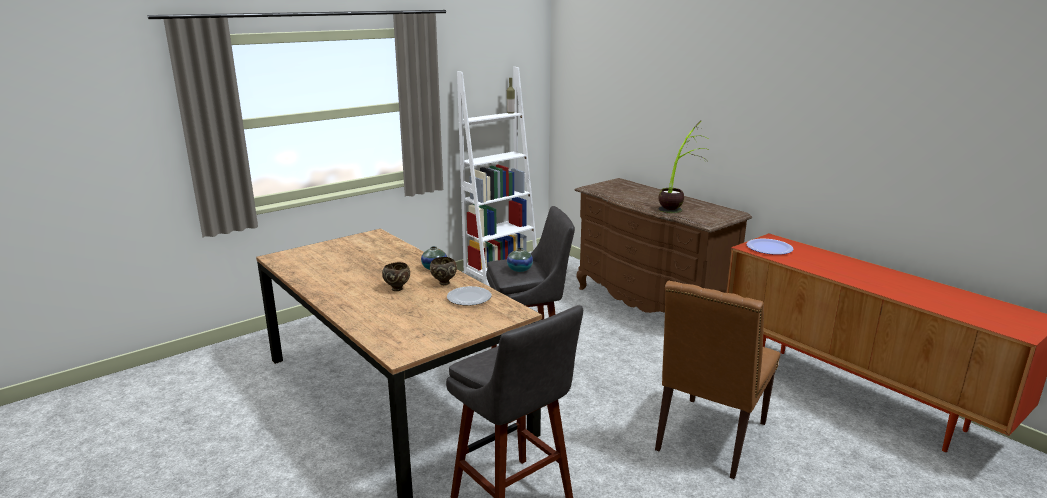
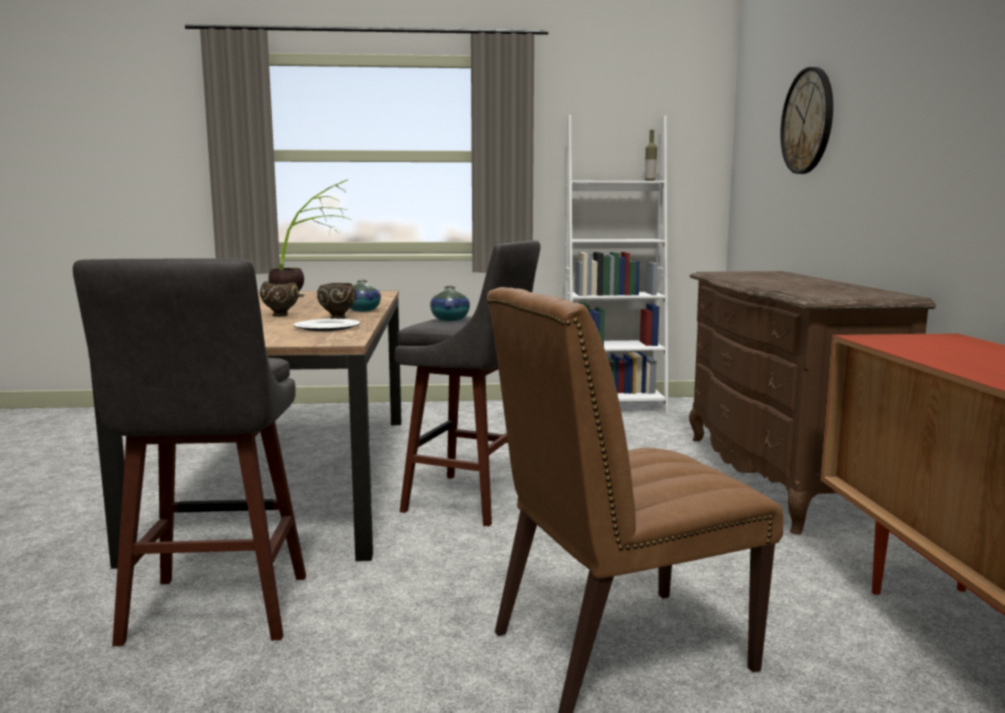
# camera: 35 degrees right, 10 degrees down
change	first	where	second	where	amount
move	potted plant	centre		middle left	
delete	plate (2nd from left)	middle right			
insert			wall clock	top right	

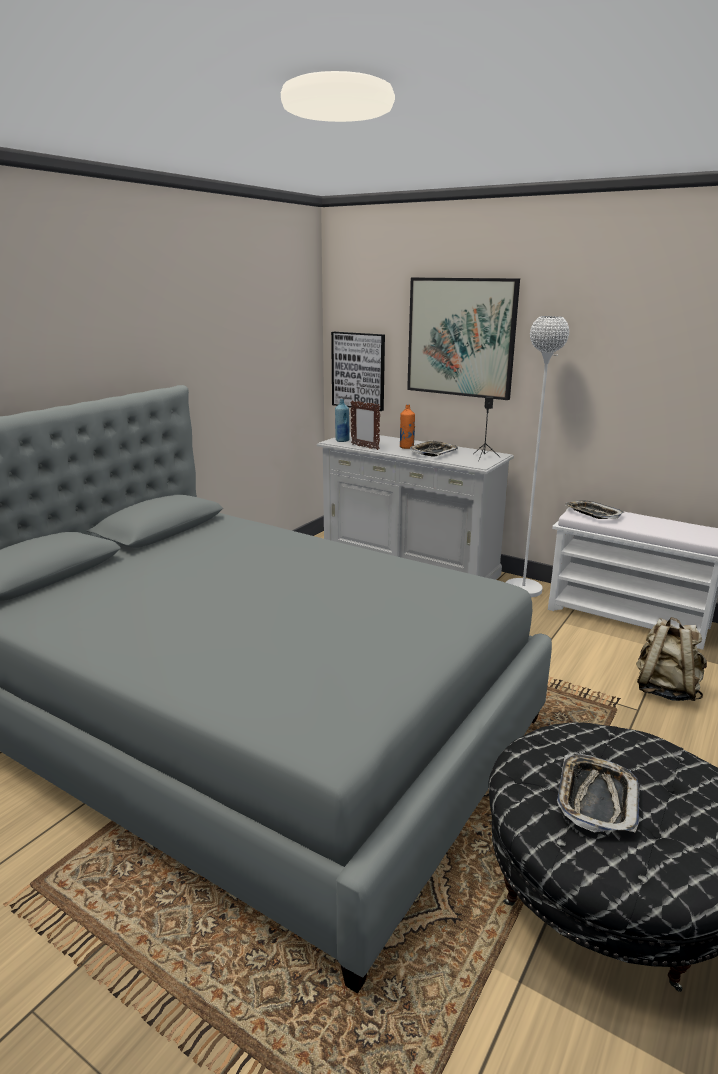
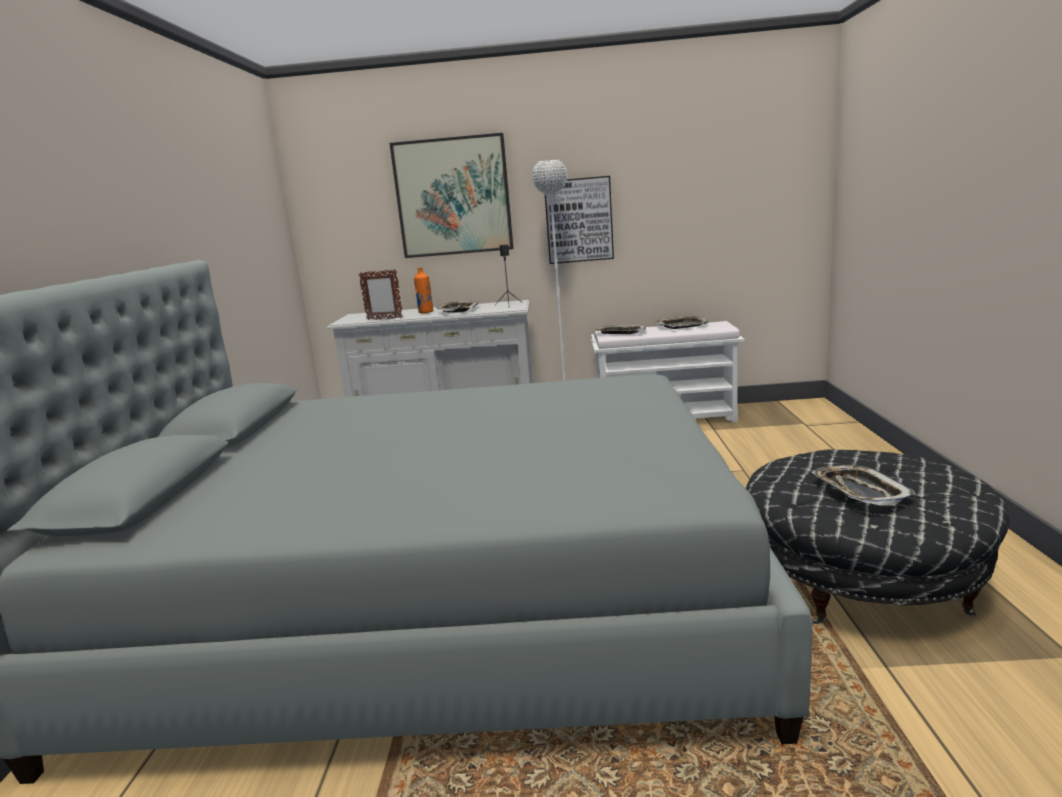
# camera: 30 degrees left, 5 degrees down
change	first	where	second	where	amount
move	picture (1st from left in the first image)	centre	picture (2nd from left)	top centre	
delete	bottle (blue)	centre			
delete	backpack (beige)	middle right			
insert			tray (3rd from left)	centre	

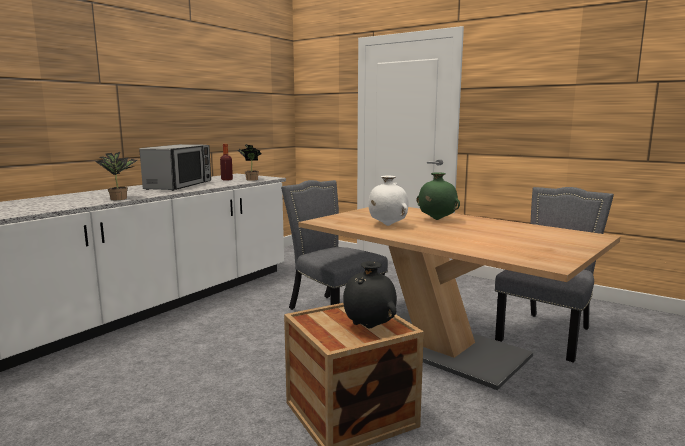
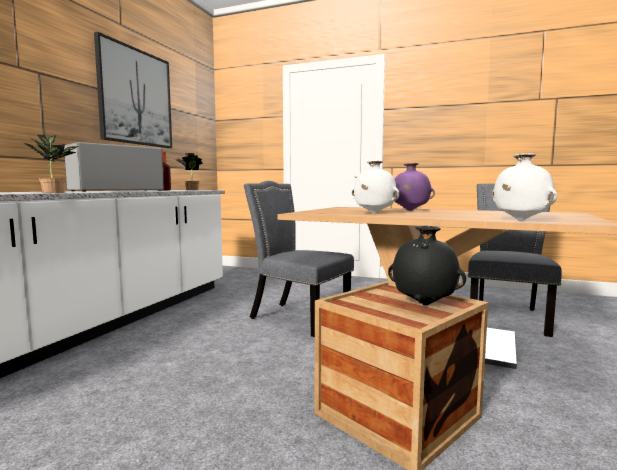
# camera: 15 degrees left, 5 degrees down
change	first	where	second	where	amount
rotate	microwave	middle left		middle left	135 degrees counterclockwise
recolor	vase (green)	centre	vase (purple)	middle right	
insert			picture	top left	
insert			vase (white) (2nd from left)	middle right	

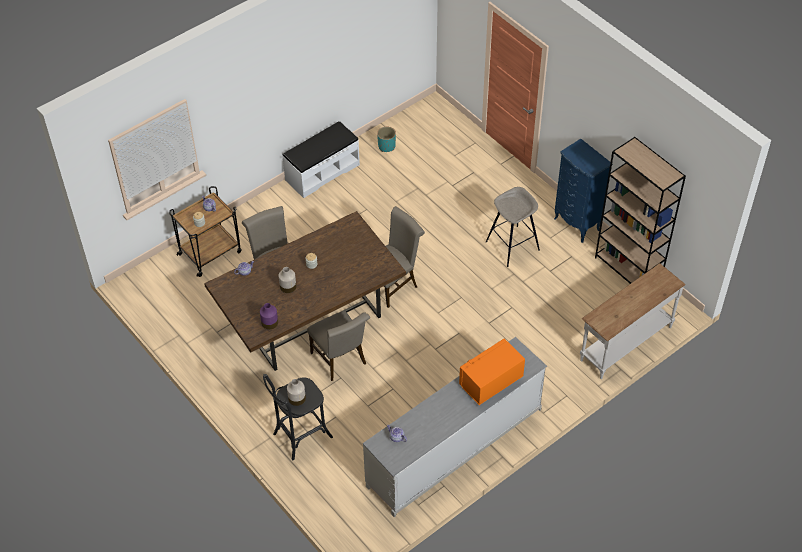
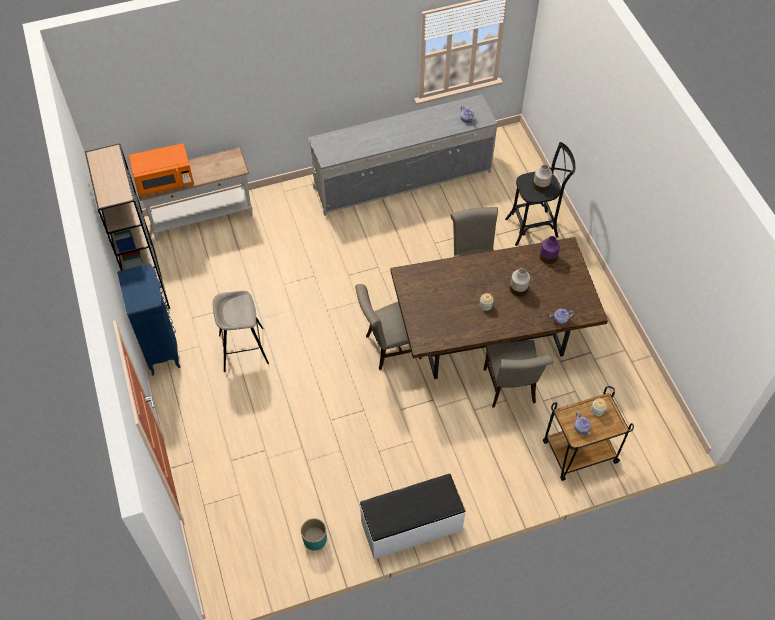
# camera: 160 degrees left, 5 degrees up
change	first	where	second	where	amount
move	microwave (orange)	bottom centre		top left	

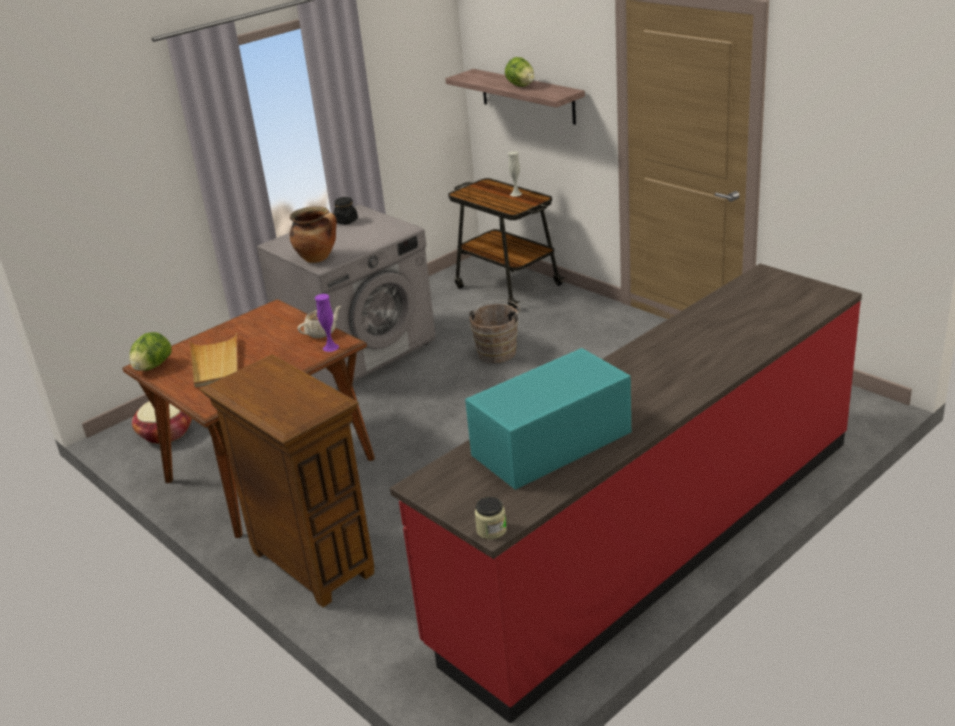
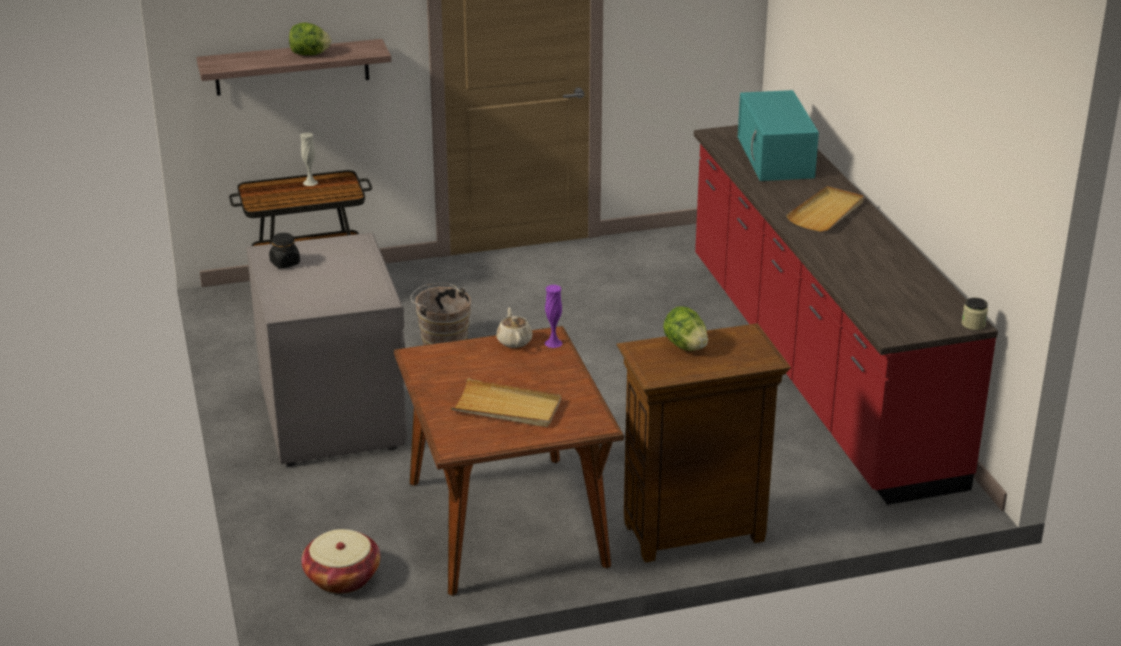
# camera: 65 degrees left, 0 degrees up
change	first	where	second	where	amount
delete	cooking pot	top left			
move	lettuce (1st from left in the first image)	middle left	lettuce (2nd from left)	centre	
move	microwave (turquoise)	centre		top right	
insert			tray (beige) (2nd from left)	top right	

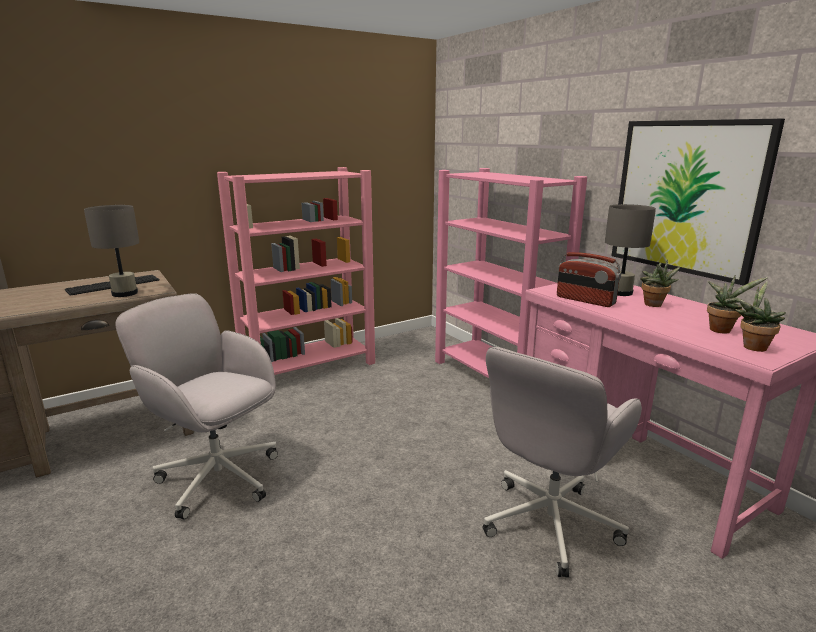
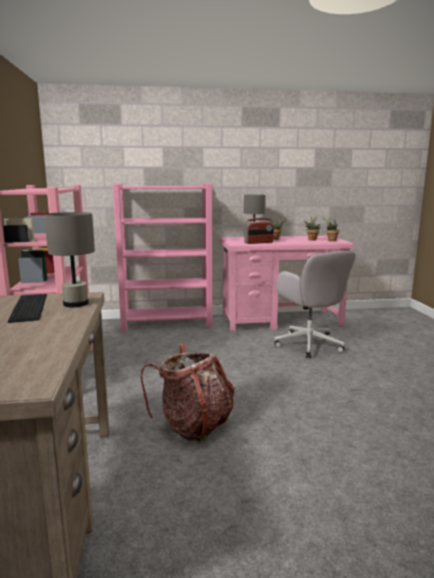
# camera: 65 degrees left, 5 degrees down
change	first	where	second	where	amount
delete	picture	top right			
replace	office chair (grey) (1st from left)	middle left	backpack	bottom centre	

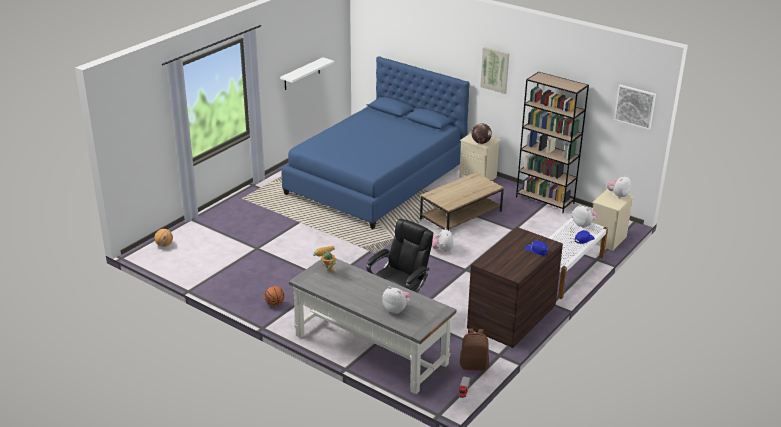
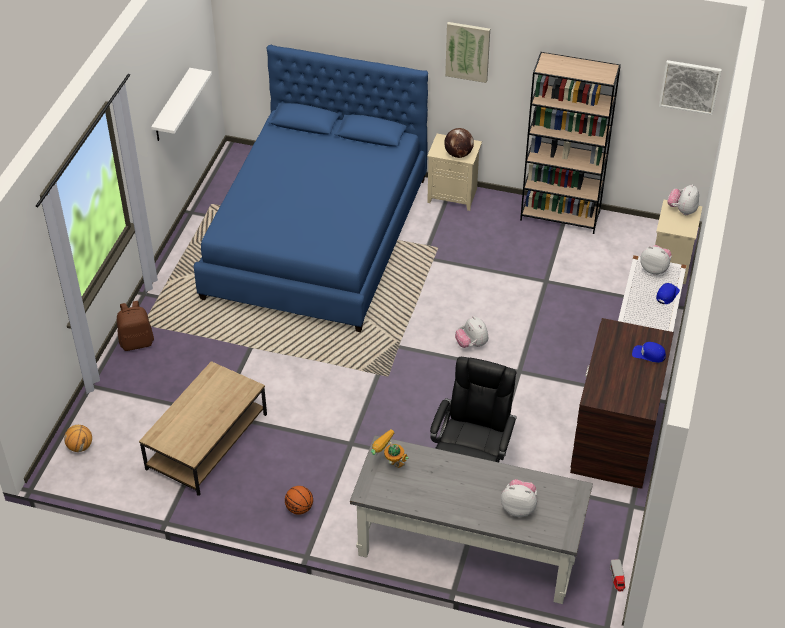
# camera: 20 degrees left, 15 degrees up
change	first	where	second	where	amount
move	coffee table (brown)	centre		bottom left	
move	backpack (brown)	bottom centre		middle left	

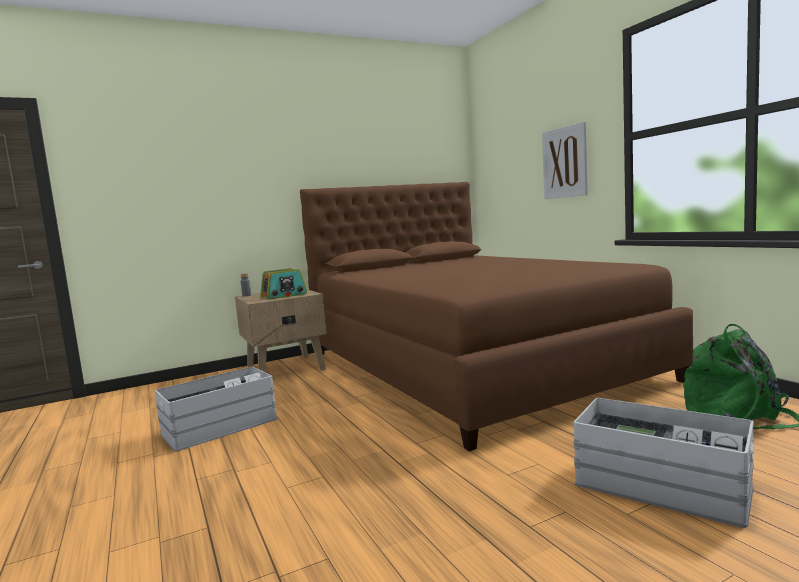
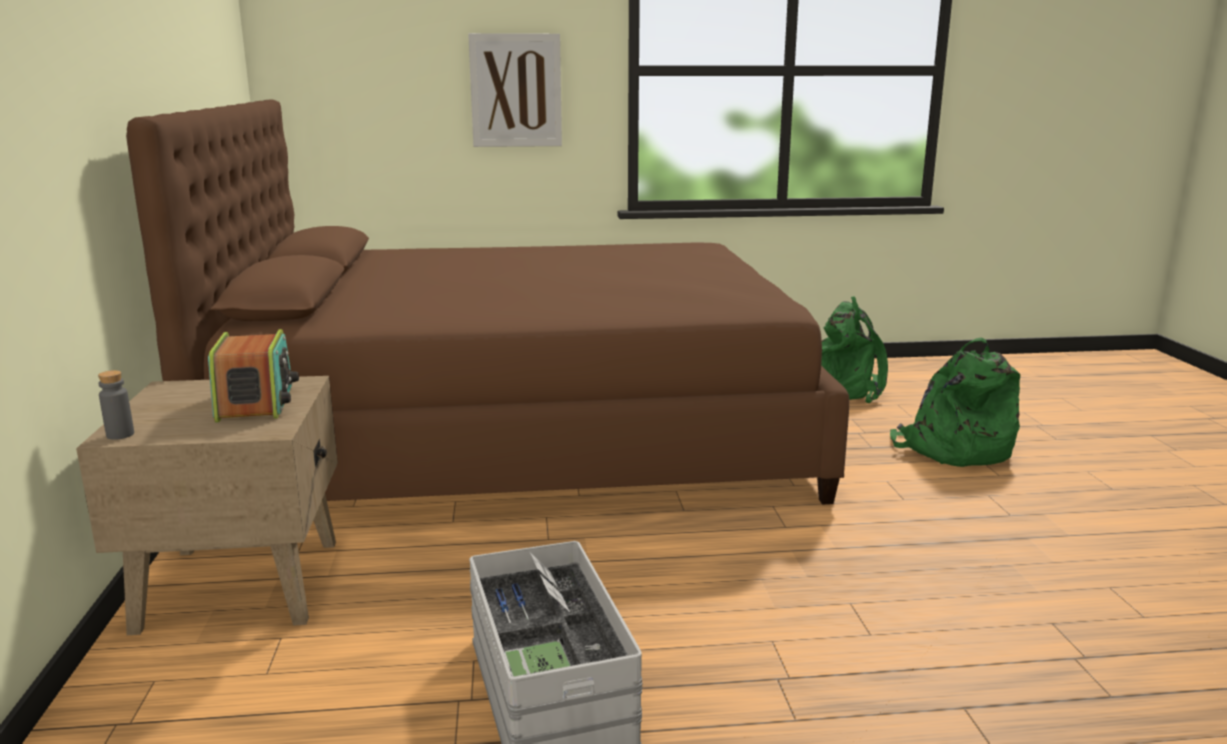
# camera: 70 degrees left, 10 degrees up
change	first	where	second	where	amount
replace	storage box (grey) (2nd from left)	bottom right	backpack (green) (2nd from left)	middle right	

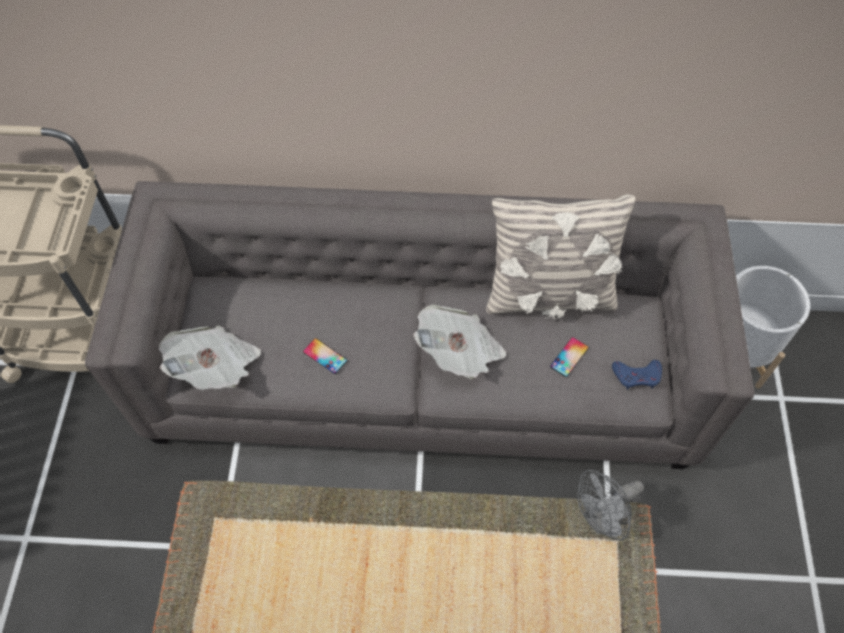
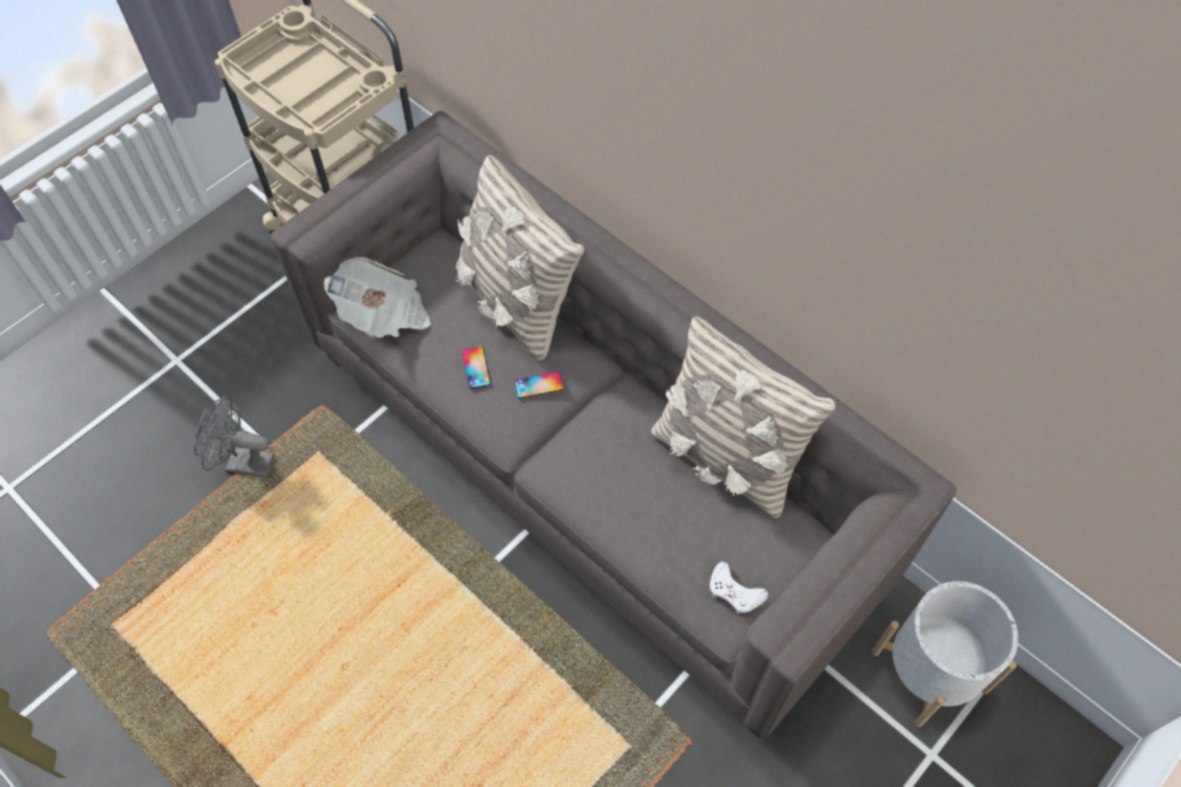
# camera: 40 degrees right, 0 degrees up
change	first	where	second	where	amount
delete	newspaper (2nd from left)	centre			
move	phone (2nd from left)	middle right		centre	
recolor	game controller (blue)	middle right	game controller (white)	bottom centre	
move	fan (grey)	bottom right		middle left	
insert			pillow (beige) (1st from left)	top centre	

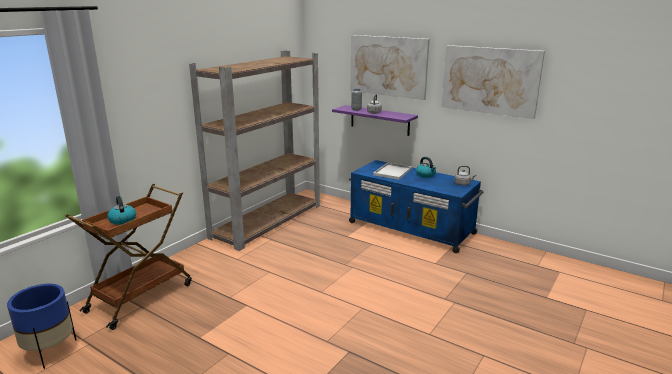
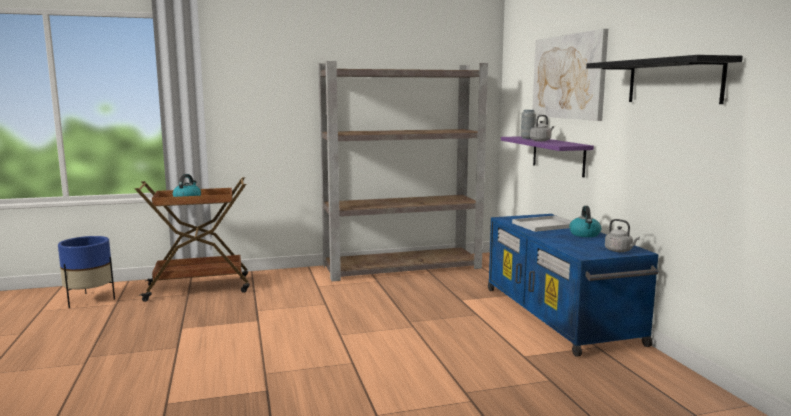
# camera: 40 degrees right, 10 degrees down
change	first	where	second	where	amount
replace	picture (2nd from left)	top right	shelf (black)	top right	

